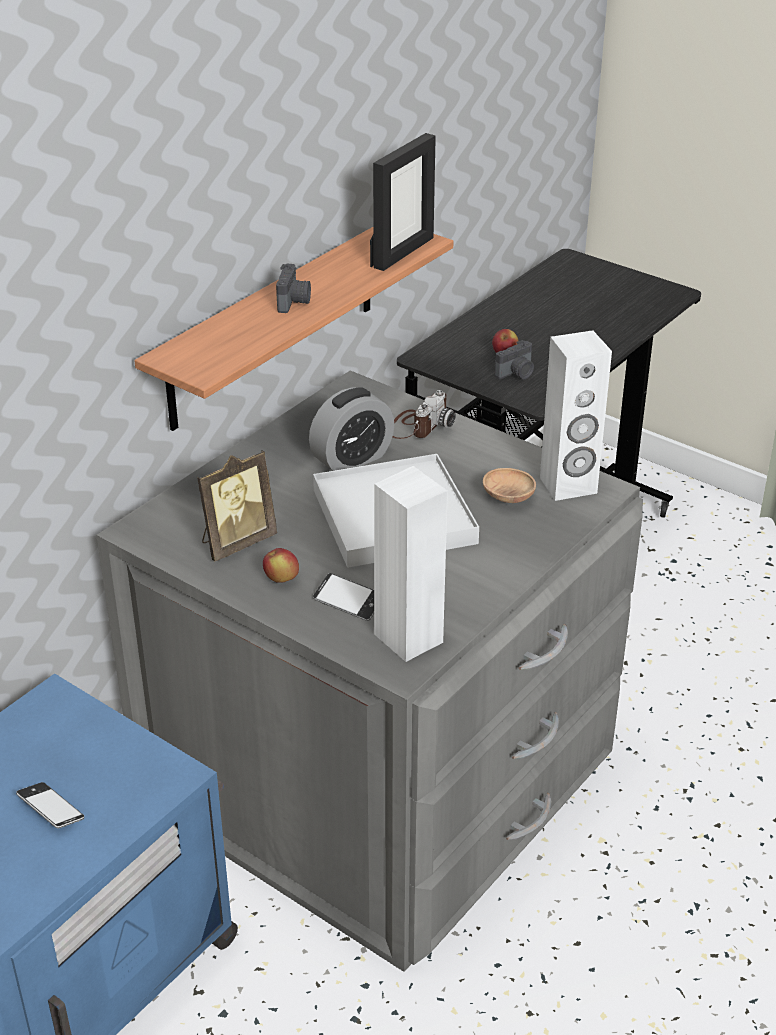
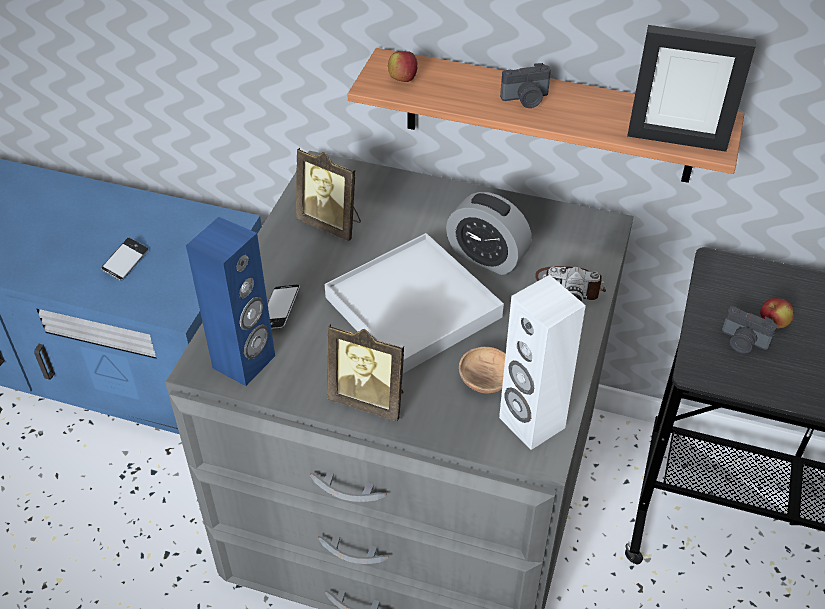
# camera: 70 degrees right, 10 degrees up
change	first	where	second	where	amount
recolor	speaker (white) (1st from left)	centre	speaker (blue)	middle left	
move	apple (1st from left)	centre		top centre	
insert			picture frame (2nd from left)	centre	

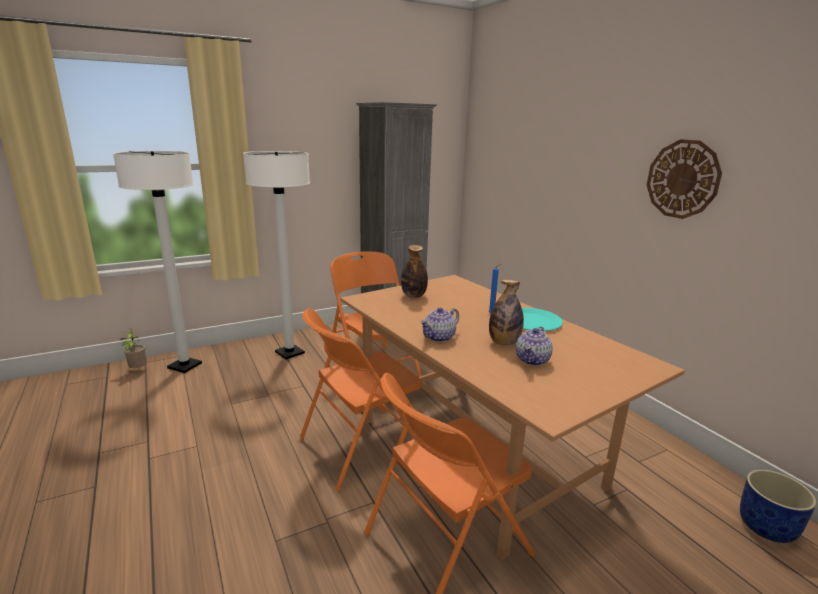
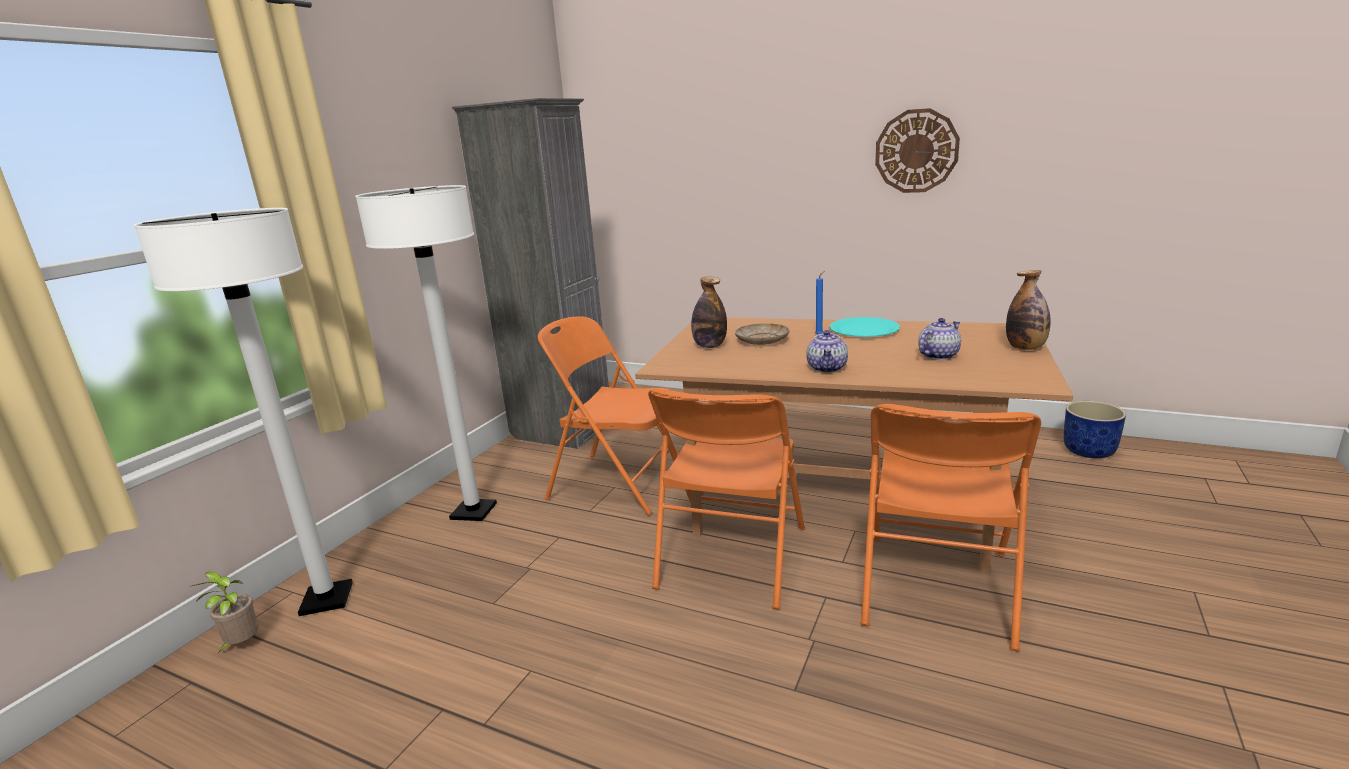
# camera: 35 degrees left, 0 degrees up
change	first	where	second	where	amount
move	bottle (2nd from left)	centre		middle right	
rotate	teapot (2nd from left)	centre		middle right	120 degrees counterclockwise
insert			plate (beige)	centre	

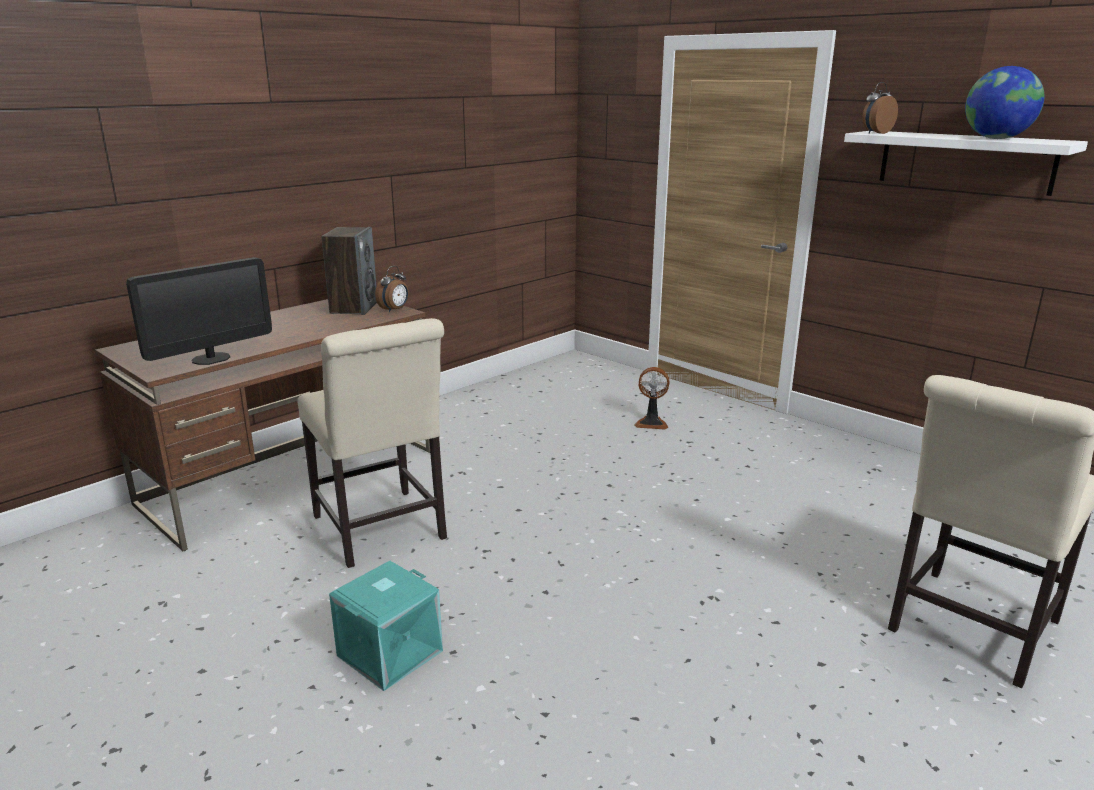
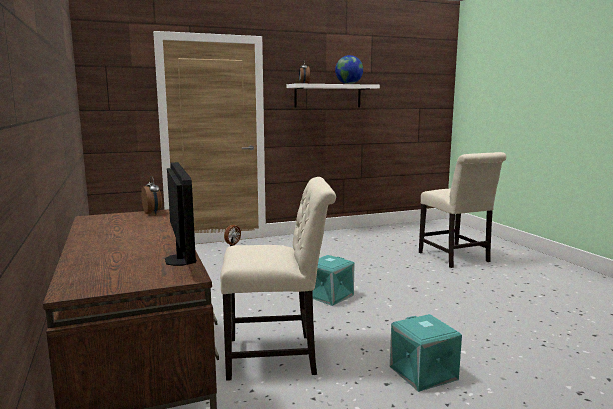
# camera: 65 degrees left, 10 degrees down
change	first	where	second	where	amount
delete	speaker	middle left			
insert			storage box (turquoise) (1st from left)	bottom centre	

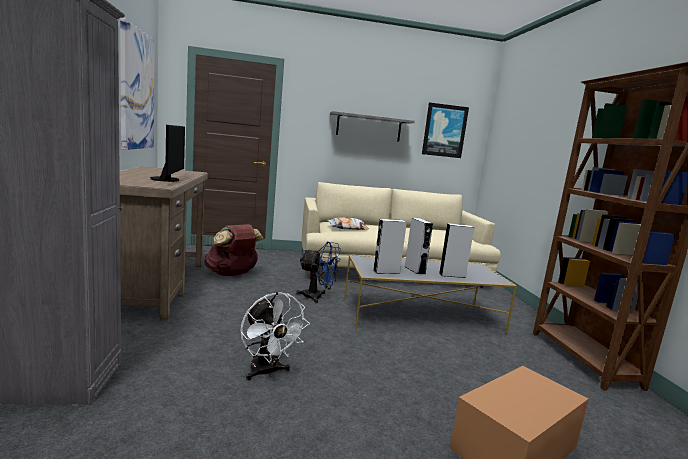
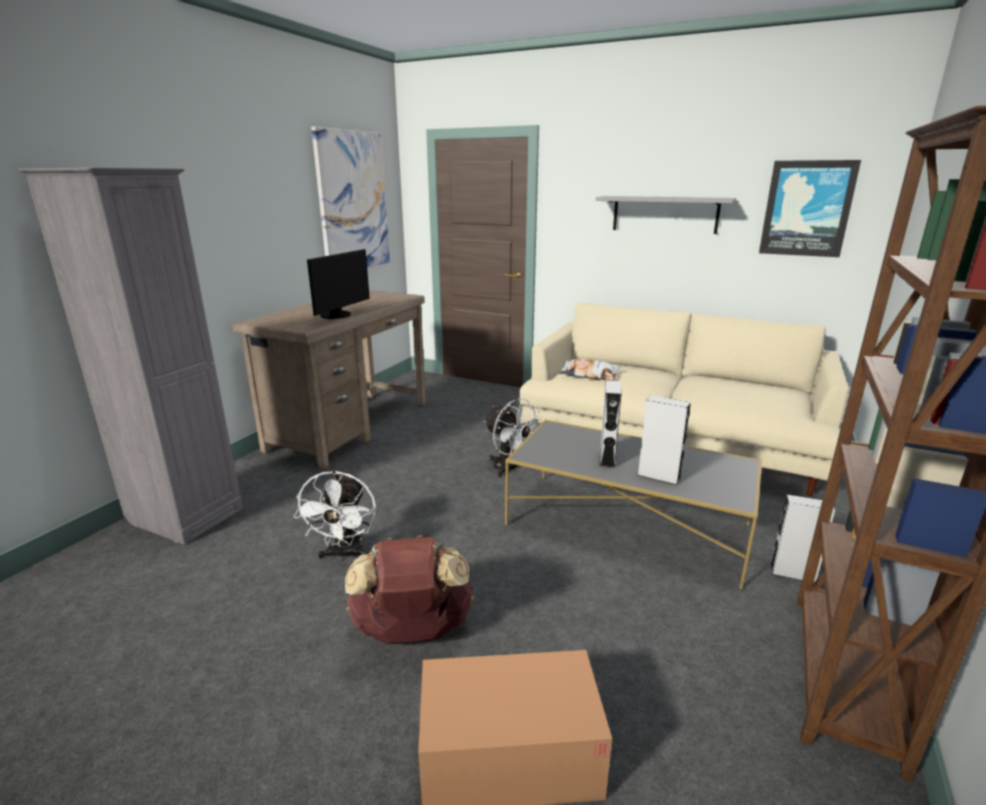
# camera: 35 degrees right, 10 degrees up
change	first	where	second	where	amount
move	speaker (grey) (1st from left in the first image)	centre	speaker (grey) (3rd from left)	bottom right	
move	backpack (brown)	centre		bottom centre	
recolor	fan (blue)	centre	fan (white) (2nd from left)	centre	

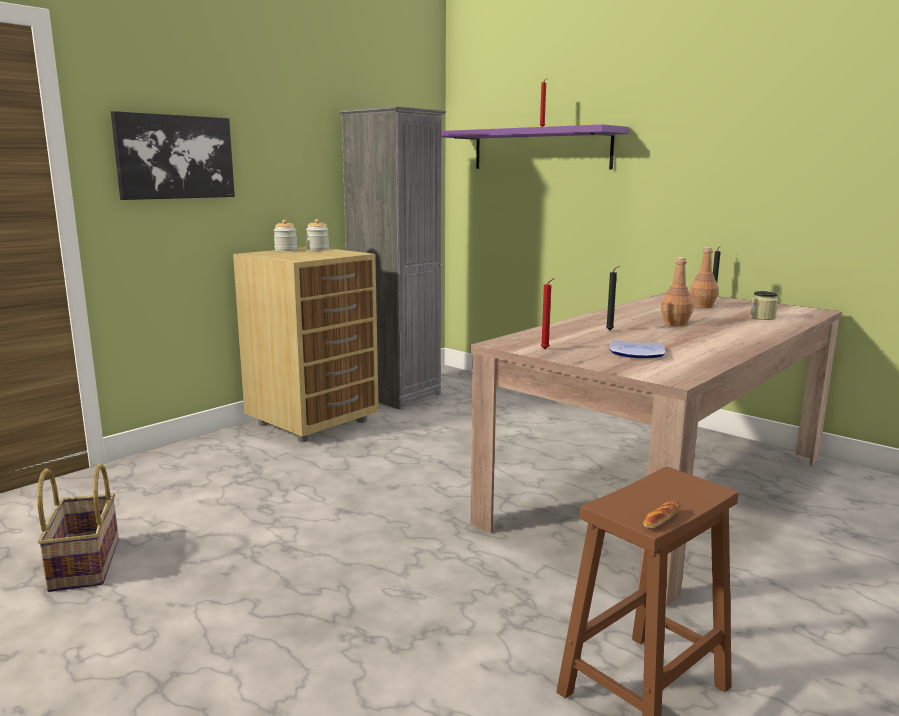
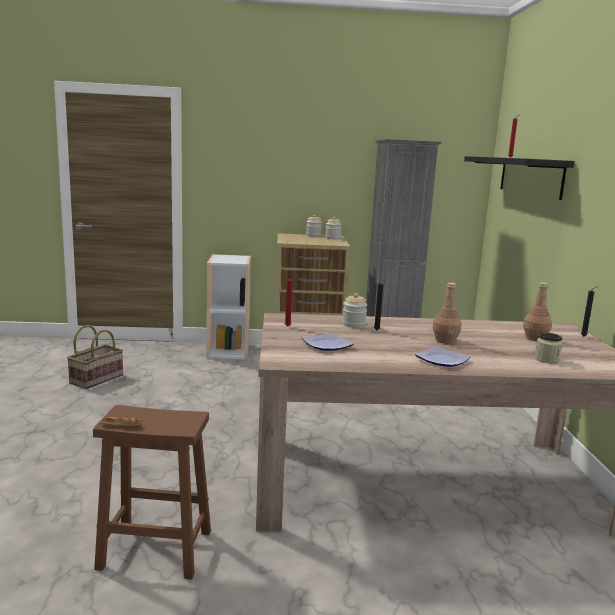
# camera: 45 degrees right, 0 degrees up
change	first	where	second	where	amount
delete	picture	top left			
recolor	shelf (purple)	top centre	shelf (black)	top right	
insert			bookcase	centre	
insert			jar (3rd from left)	centre	
insert			plate (2nd from left)	middle right	

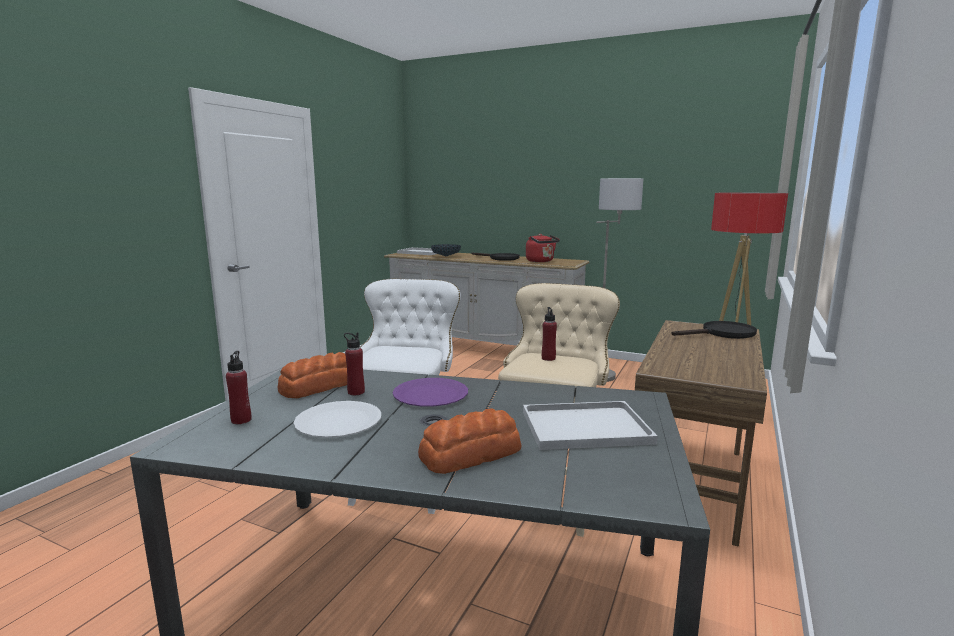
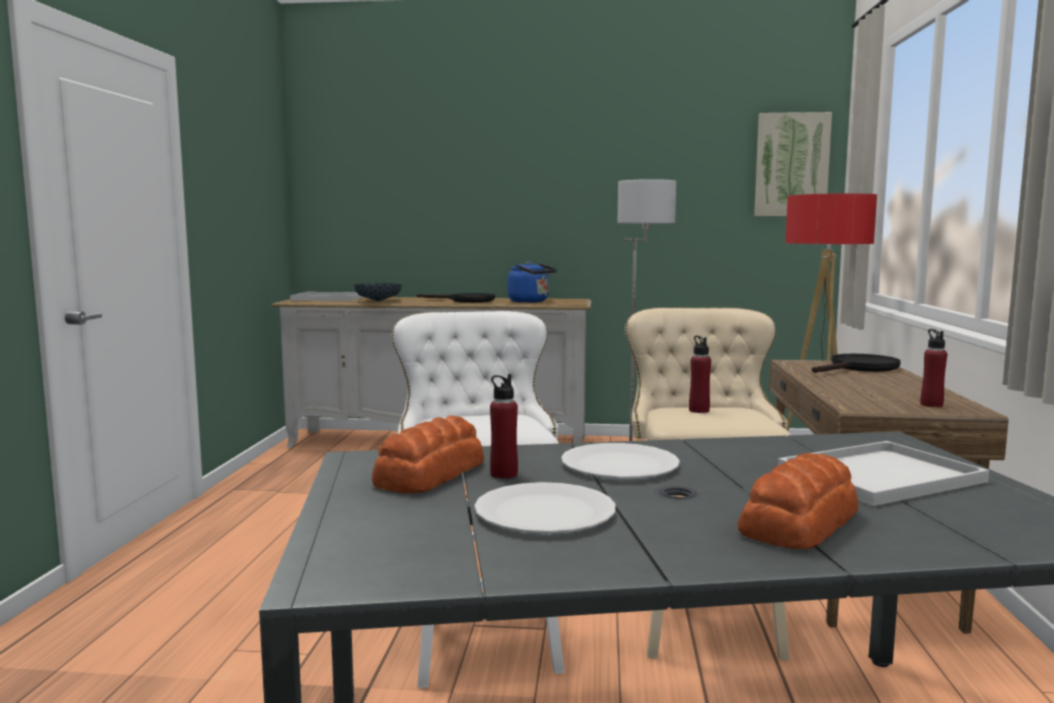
# camera: 20 degrees left, 5 degrees down
change	first	where	second	where	amount
recolor	kettle (red)	centre	kettle (blue)	centre	
move	bottle (red) (1st from left in the first image)	middle left	bottle (red) (3rd from left)	middle right	
recolor	plate (purple)	centre	plate (white) (2nd from left)	centre	
insert			picture	top right	

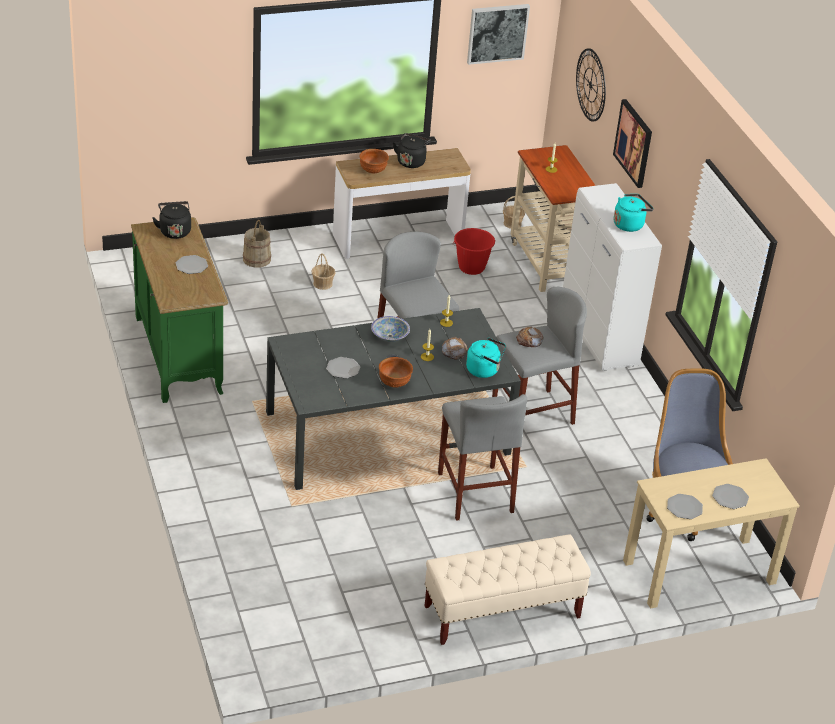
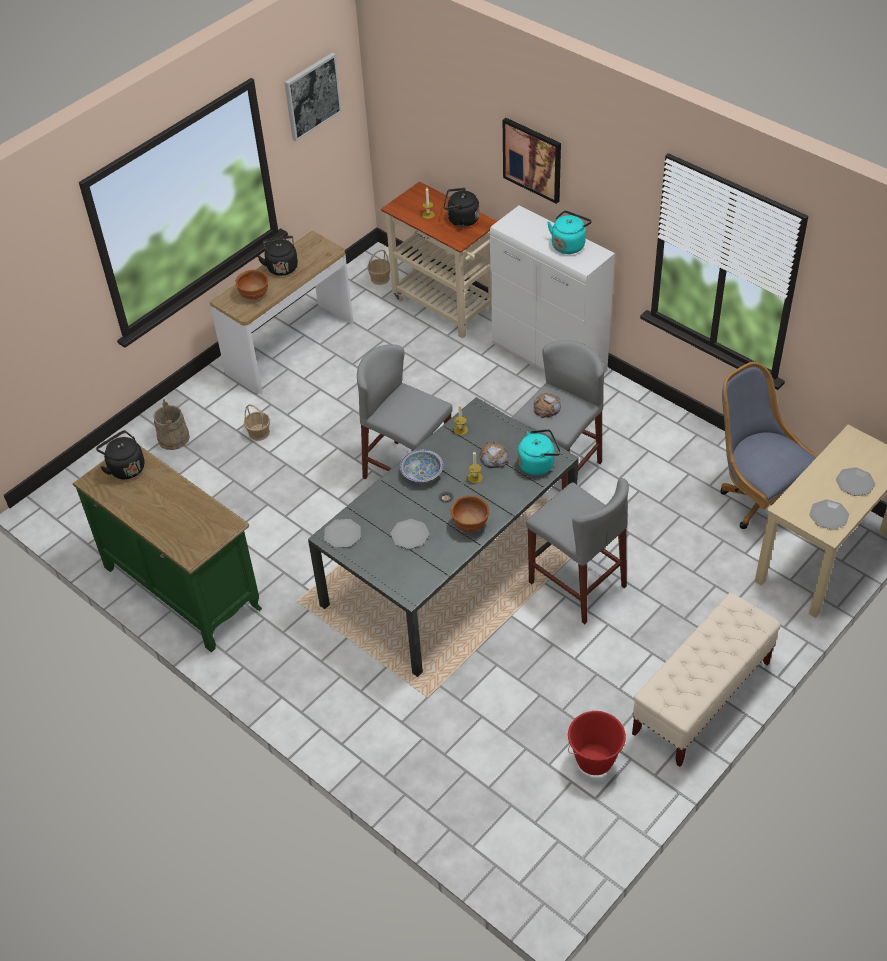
# camera: 25 degrees left, 10 degrees up
change	first	where	second	where	amount
delete	wall clock	top right			
move	bucket (red)	centre		bottom right	
move	plate (1st from left)	middle left		centre	
insert			kettle (black) (3rd from left)	top centre	

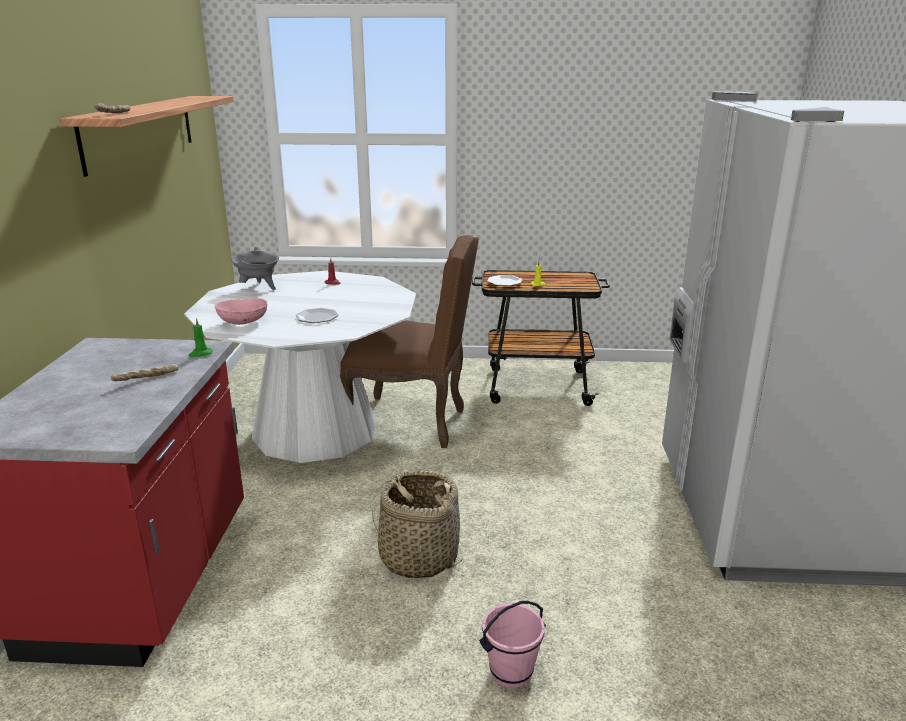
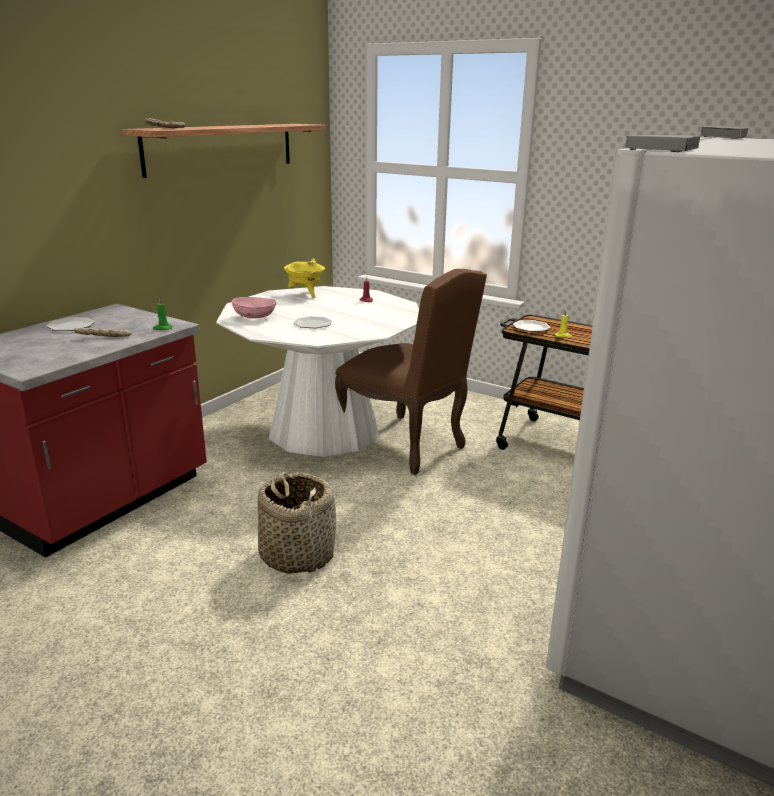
# camera: 30 degrees right, 0 degrees up
change	first	where	second	where	amount
recolor	cooking pot (grey)	middle left	cooking pot (yellow)	centre	
delete	bucket (pink)	bottom centre			
insert			plate (1st from left)	middle left	

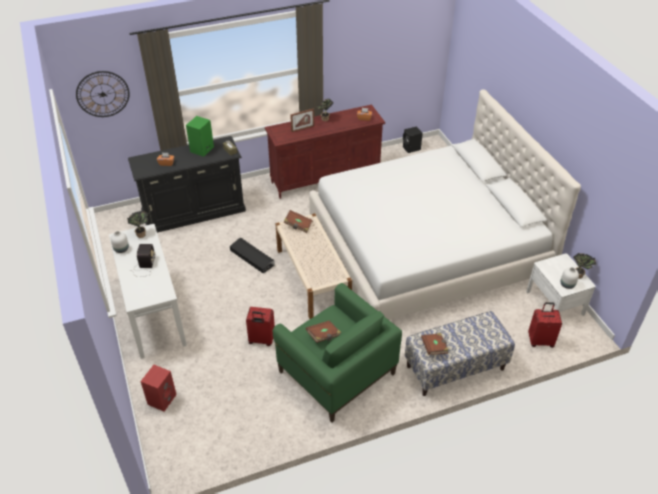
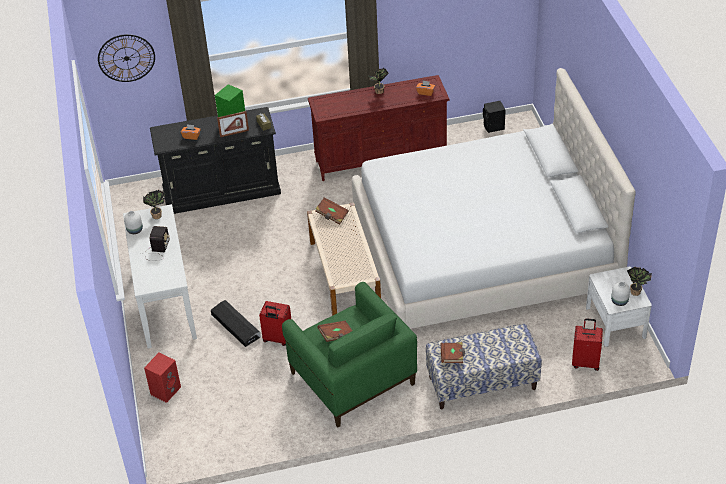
# camera: 10 degrees right, 0 degrees up
change	first	where	second	where	amount
move	picture frame	top centre		top left	
move	storage box (black)	centre		bottom left	

